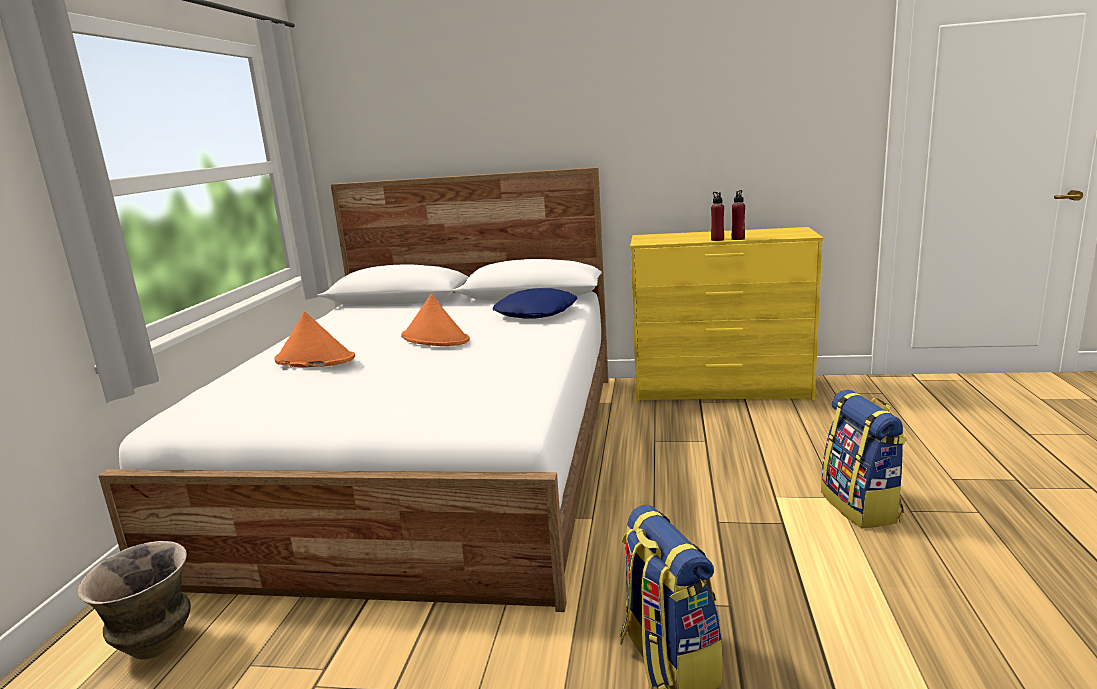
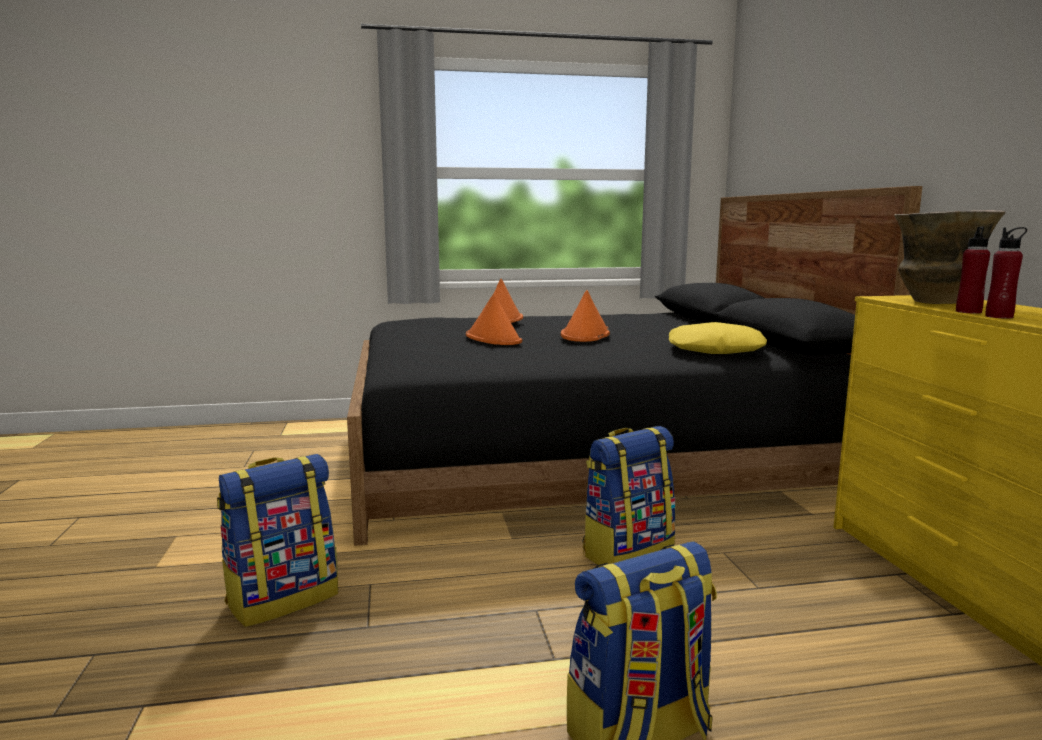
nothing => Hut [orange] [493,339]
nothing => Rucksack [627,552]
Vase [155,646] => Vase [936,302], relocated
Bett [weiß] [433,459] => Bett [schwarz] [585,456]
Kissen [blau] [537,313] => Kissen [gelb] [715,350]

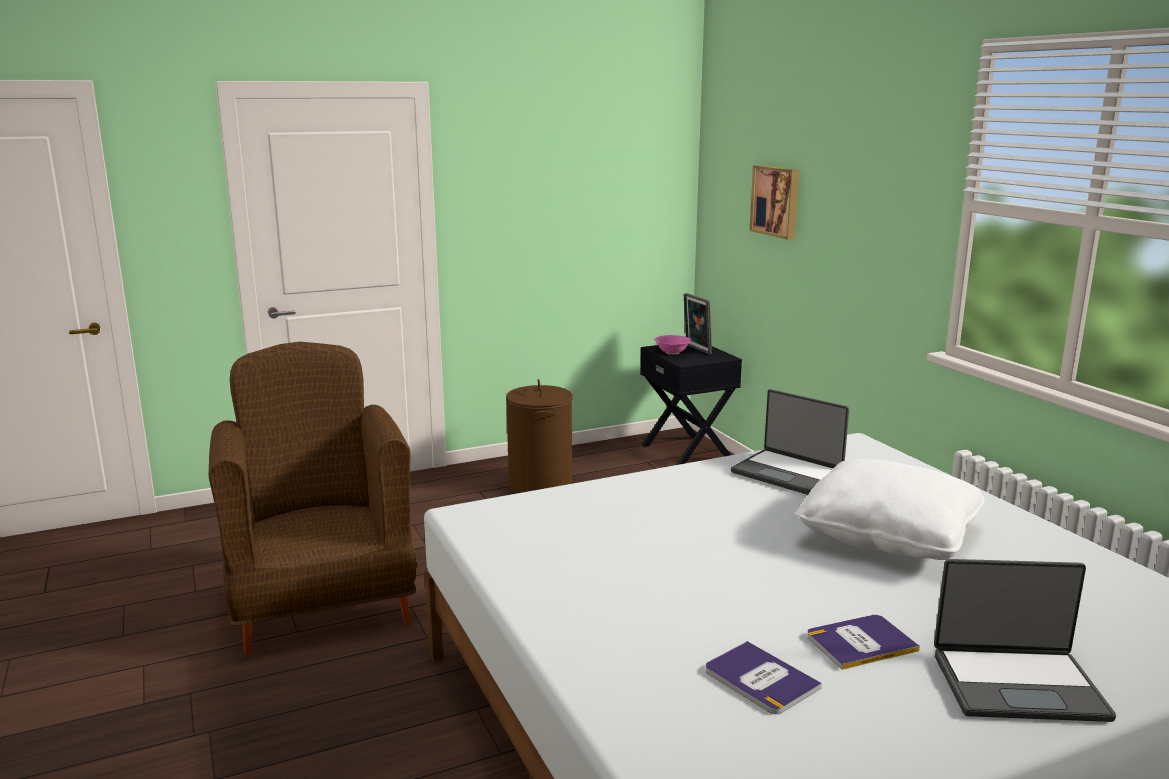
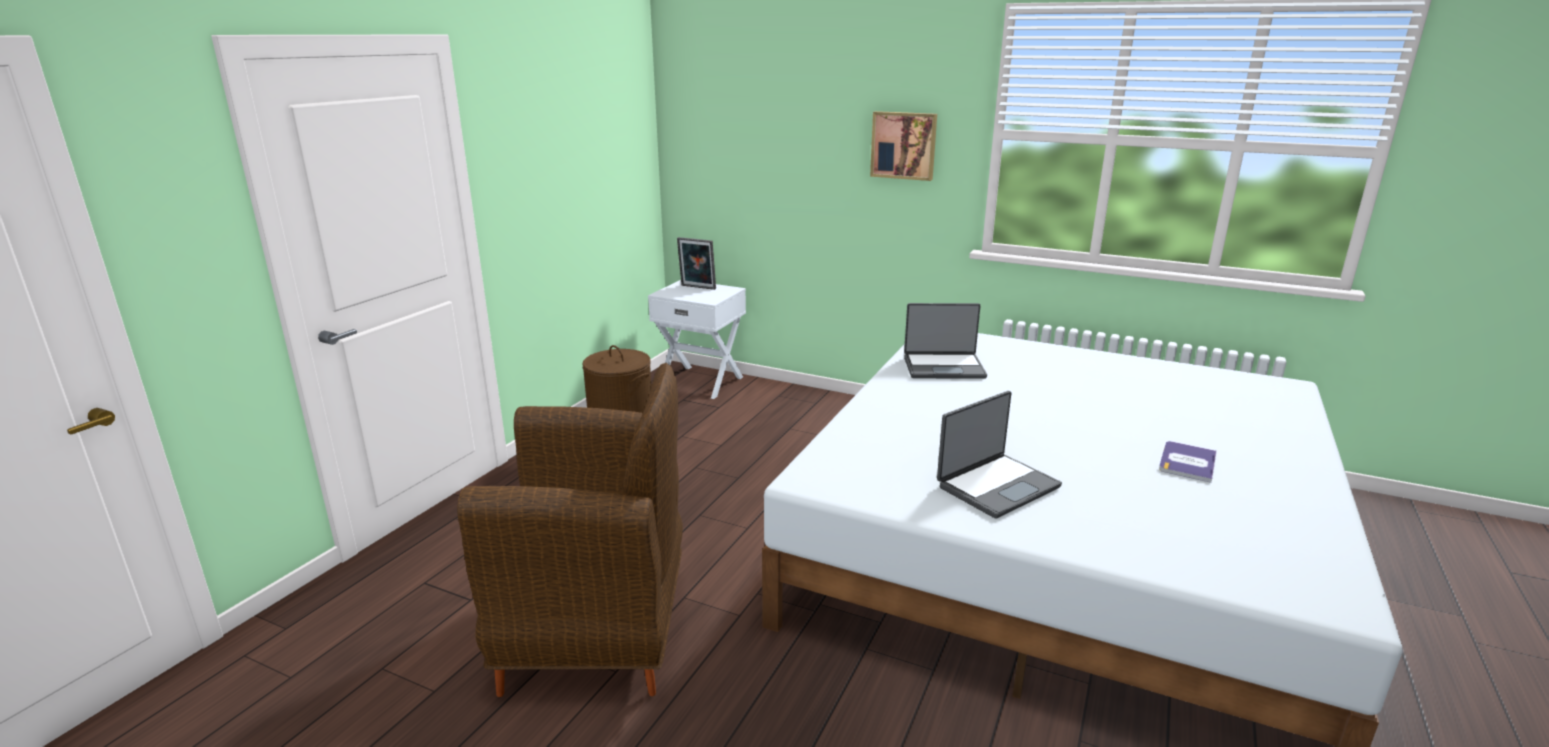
Schüssel [rosa] [672,352] => nothing
Buch [760,679] => nothing
Kissen [weiß] [888,535] => nothing
Bild [776,201] => Bild [904,145], relocated
Laptop [1017,684] => Laptop [996,486], relocated
Nachttisch [schwarz] [688,452] => Nachttisch [weiß] [701,381]
Sessel [braun] [323,604] => Sessel [braun] [599,634], 150 degrees clockwise

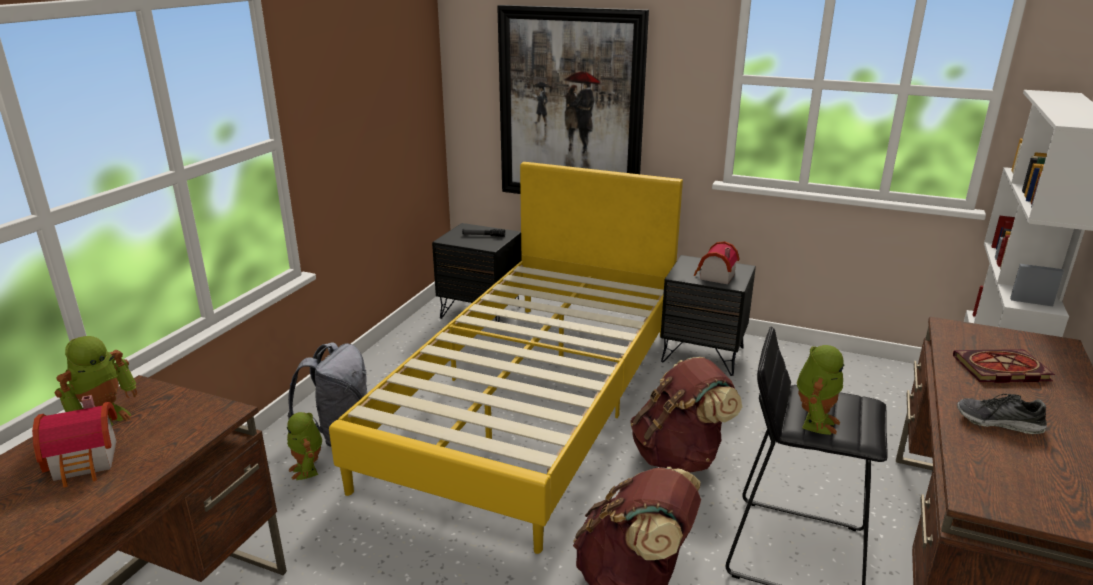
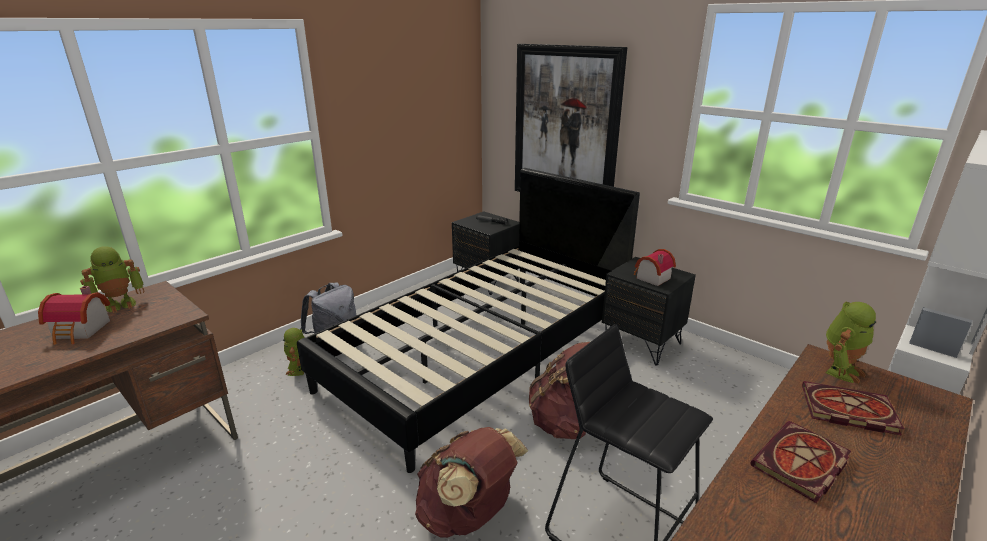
Spielzeugroboter [814,421] => Spielzeugroboter [839,370], relocated
Schuh [998,422] => Buch [801,464]
Bett [gelb] [533,400] => Bett [schwarz] [482,353]

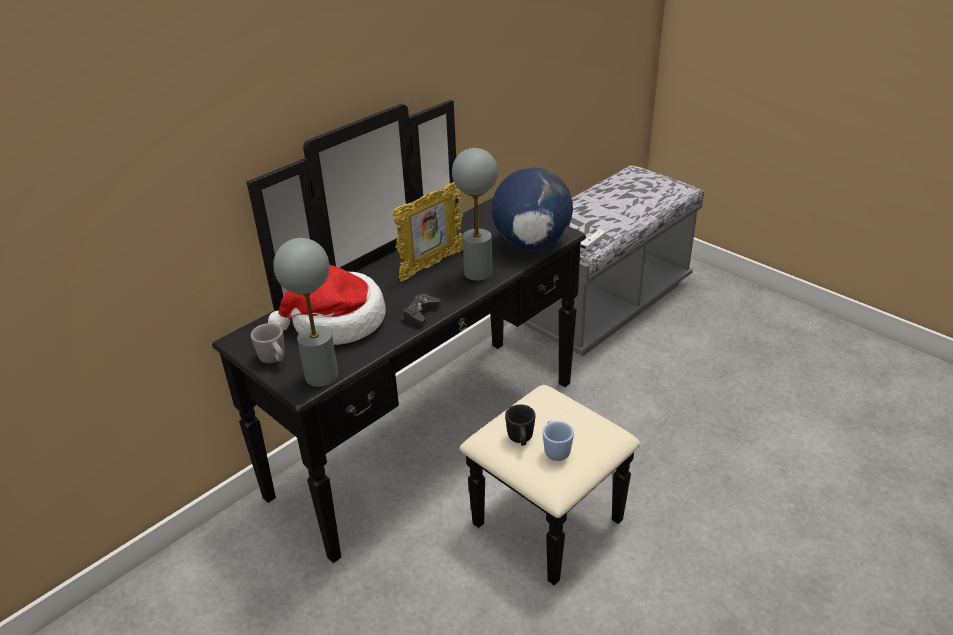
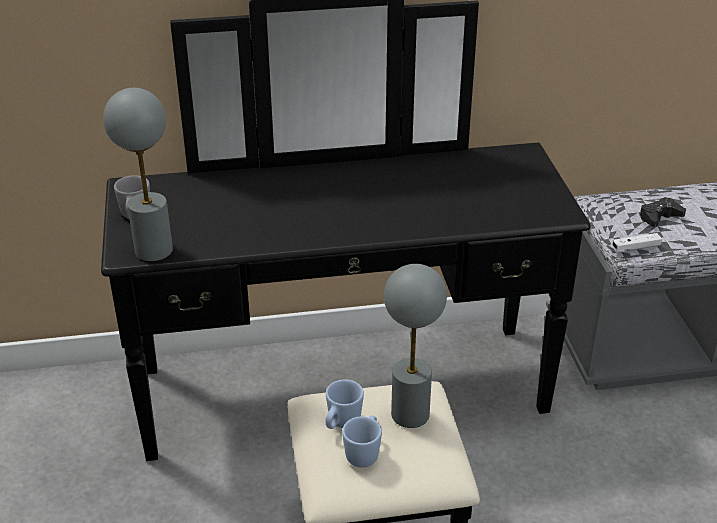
Hut [336,322] => nothing
Bilderrahmen [431,265] => nothing
Globus [531,243] => nothing
Gamepad [schwarz] [421,314] => Gamepad [schwarz] [659,217], relocated
Tischlampe [grau] [477,273] => Tischlampe [grau] [409,414], relocated
Henkelbecher [schwarz] [521,440] => Henkelbecher [blau] [341,423]

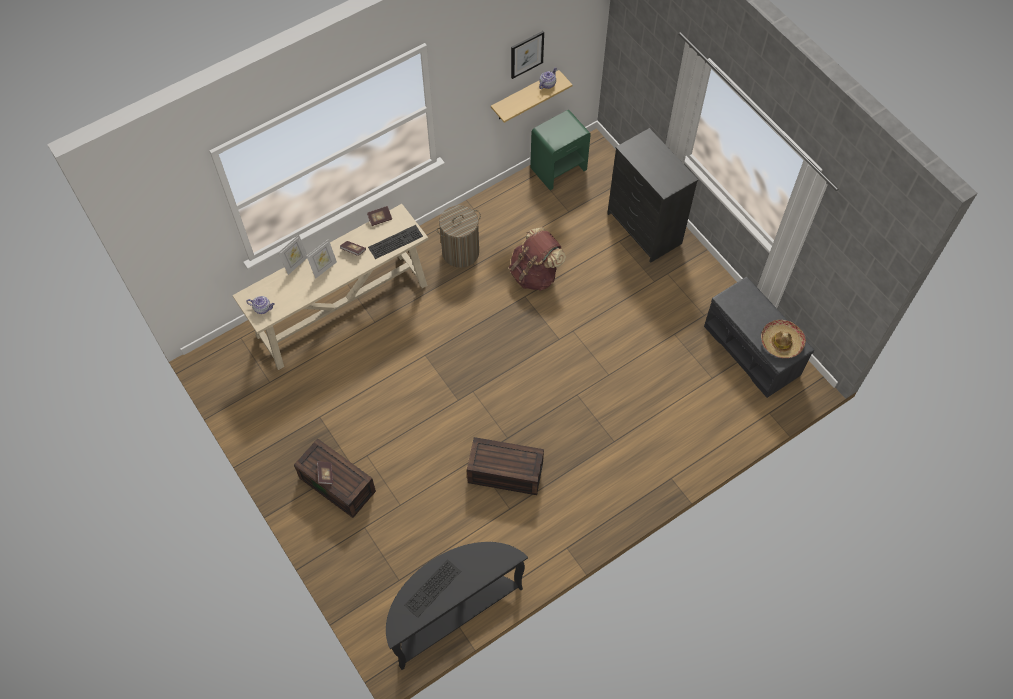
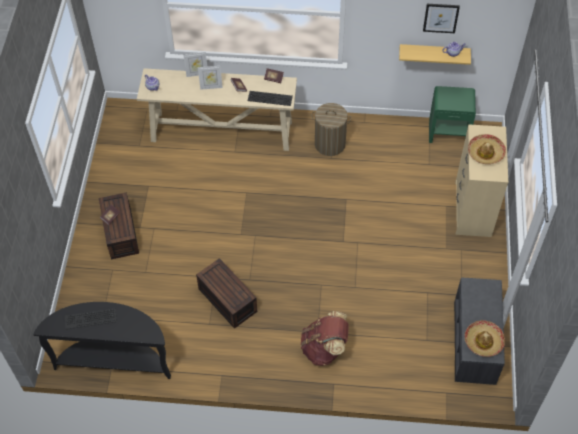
nothing => Hut [485,153]
Rucksack [braun] [535,274] => Rucksack [braun] [324,348], relocated
Kommode [schwarz] [643,229] => Kommode [beige] [472,209]

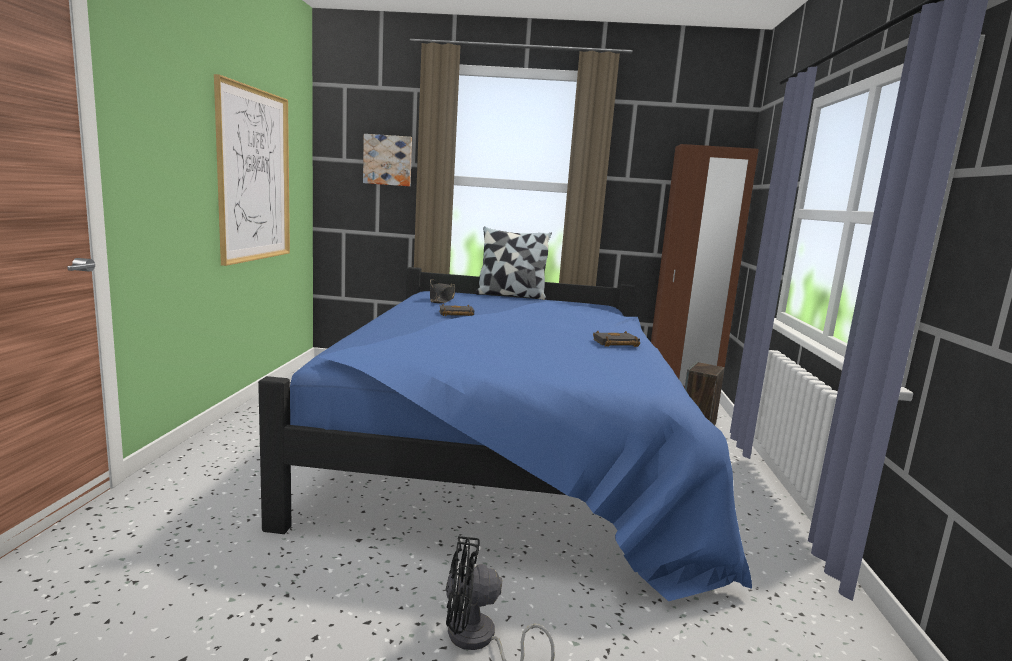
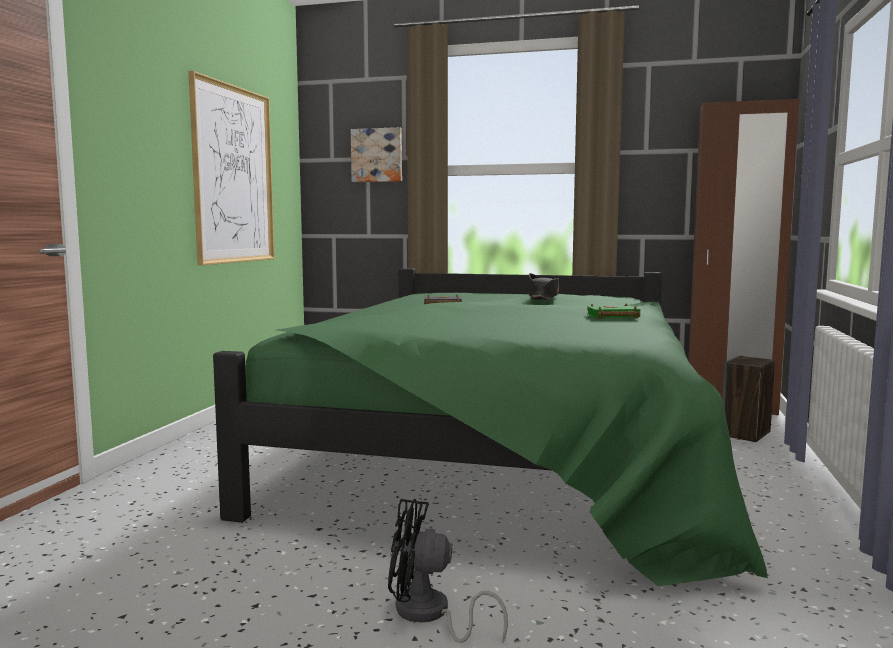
Kissen [511,295] => nothing
Hut [schwarz] [441,300] => Hut [schwarz] [543,297], relocated
Bett [blau] [508,449] => Bett [grün] [504,454]
Buch [schwarz] [615,343] => Buch [grün] [612,317]

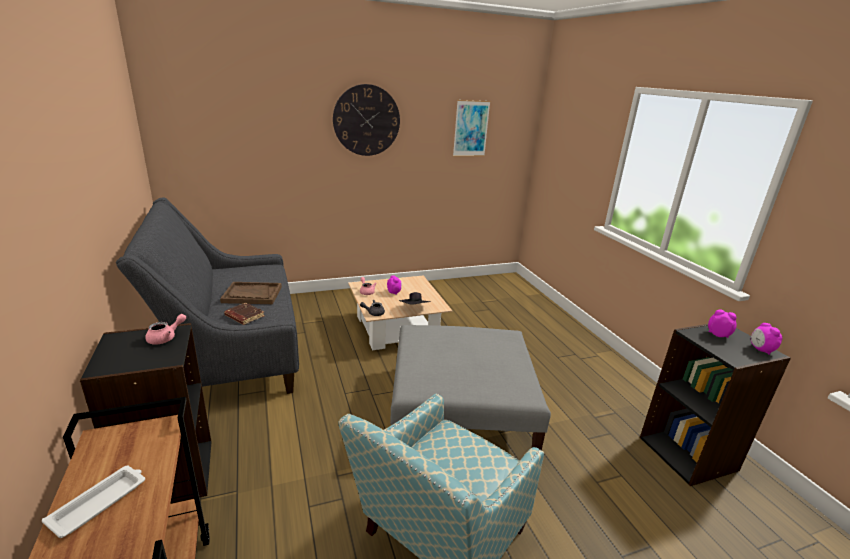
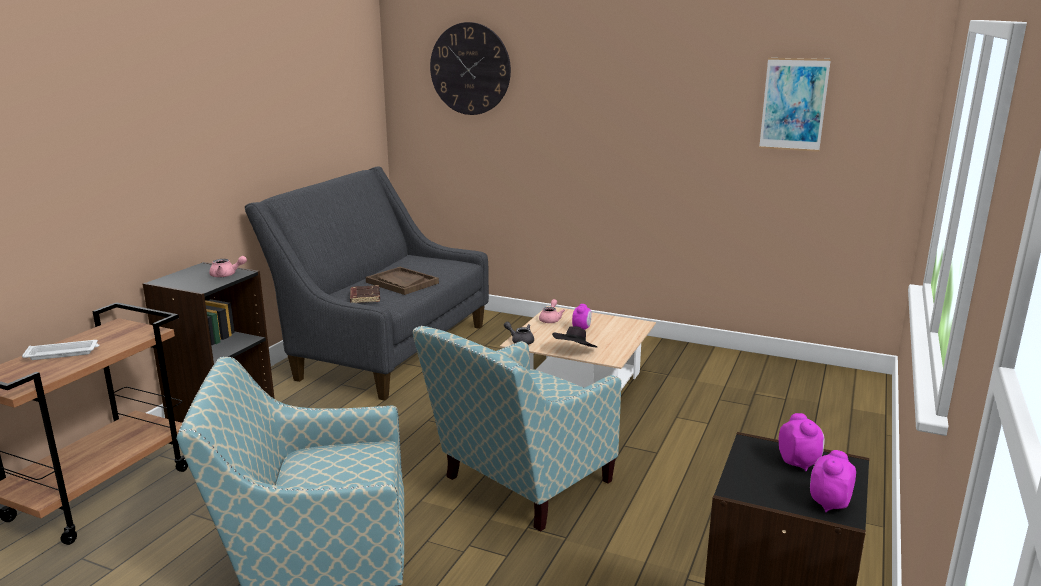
Wanduhr [366,120] => Wanduhr [470,69], relocated
Polsterhocker [grau] [460,410] => Sessel [518,486]

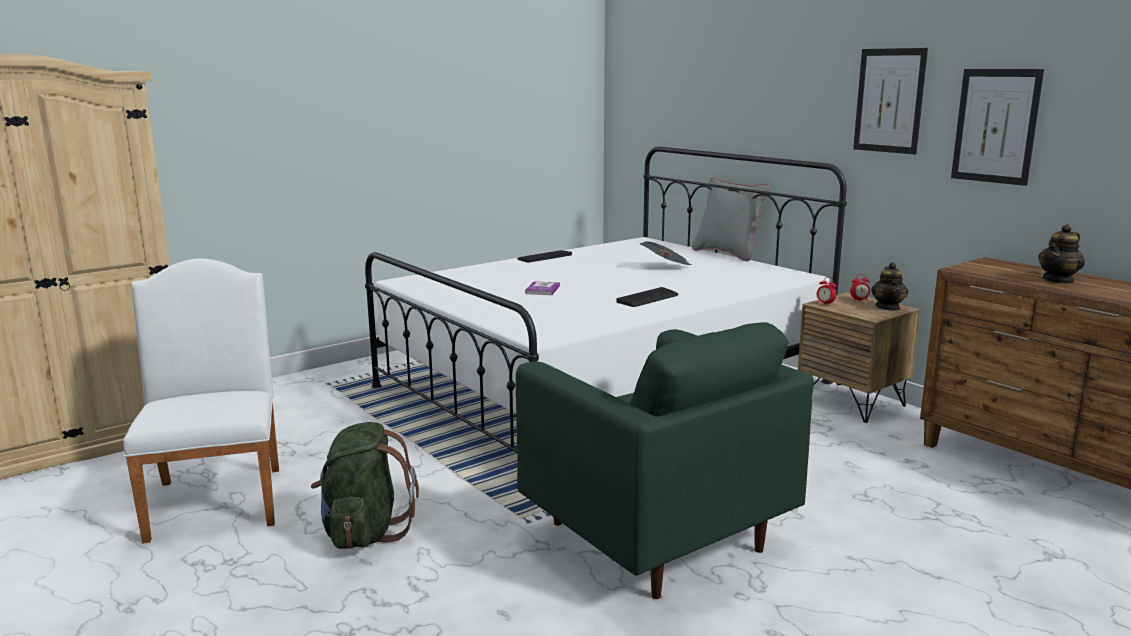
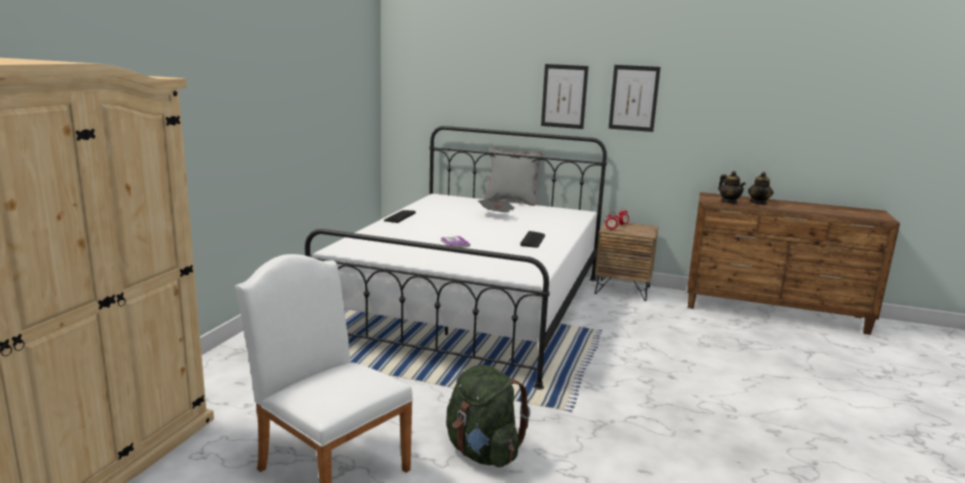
Sessel [grün] [656,538] => nothing
Teekanne [888,307] => Teekanne [729,202], relocated
Bild [995,126] => Bild [564,96], relocated

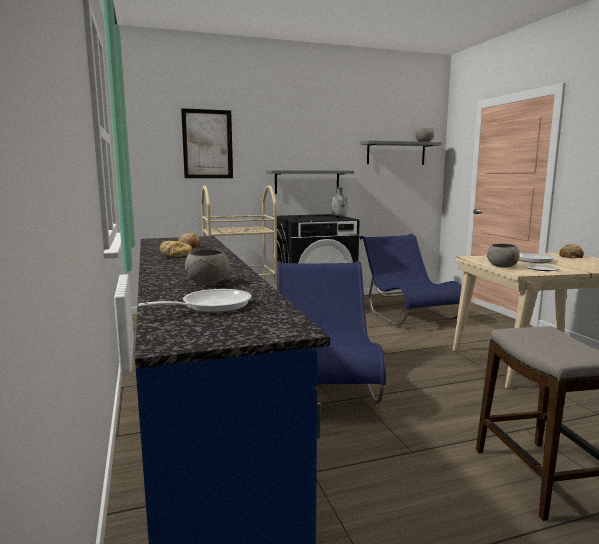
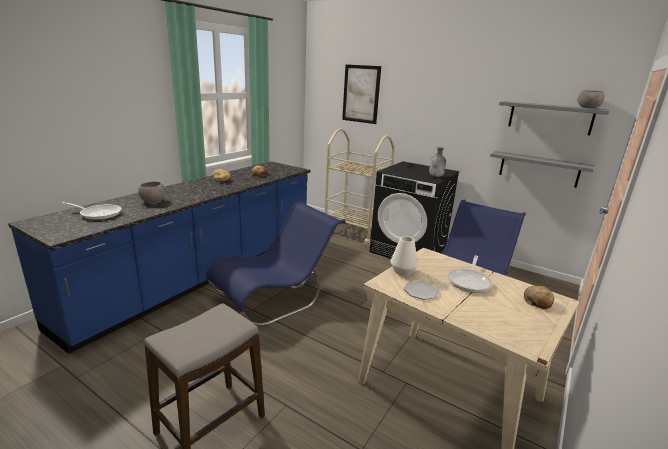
Wandregal [grau] [307,182] => Wandregal [grau] [538,169], relocated
Schüssel [grau] [501,266] => Vase [weiß] [403,271]

